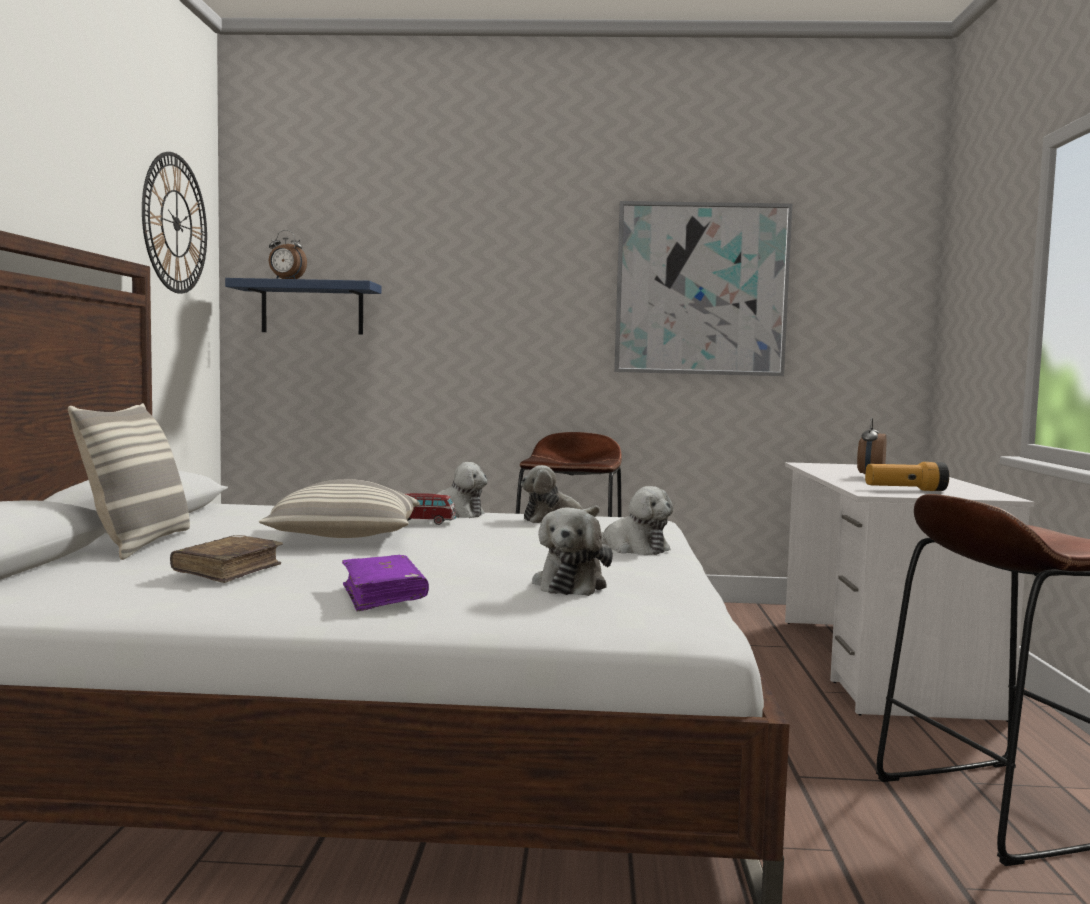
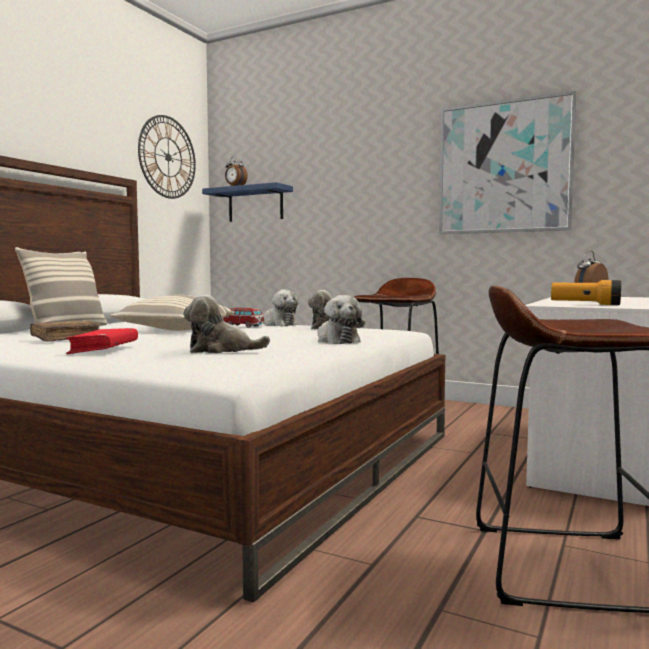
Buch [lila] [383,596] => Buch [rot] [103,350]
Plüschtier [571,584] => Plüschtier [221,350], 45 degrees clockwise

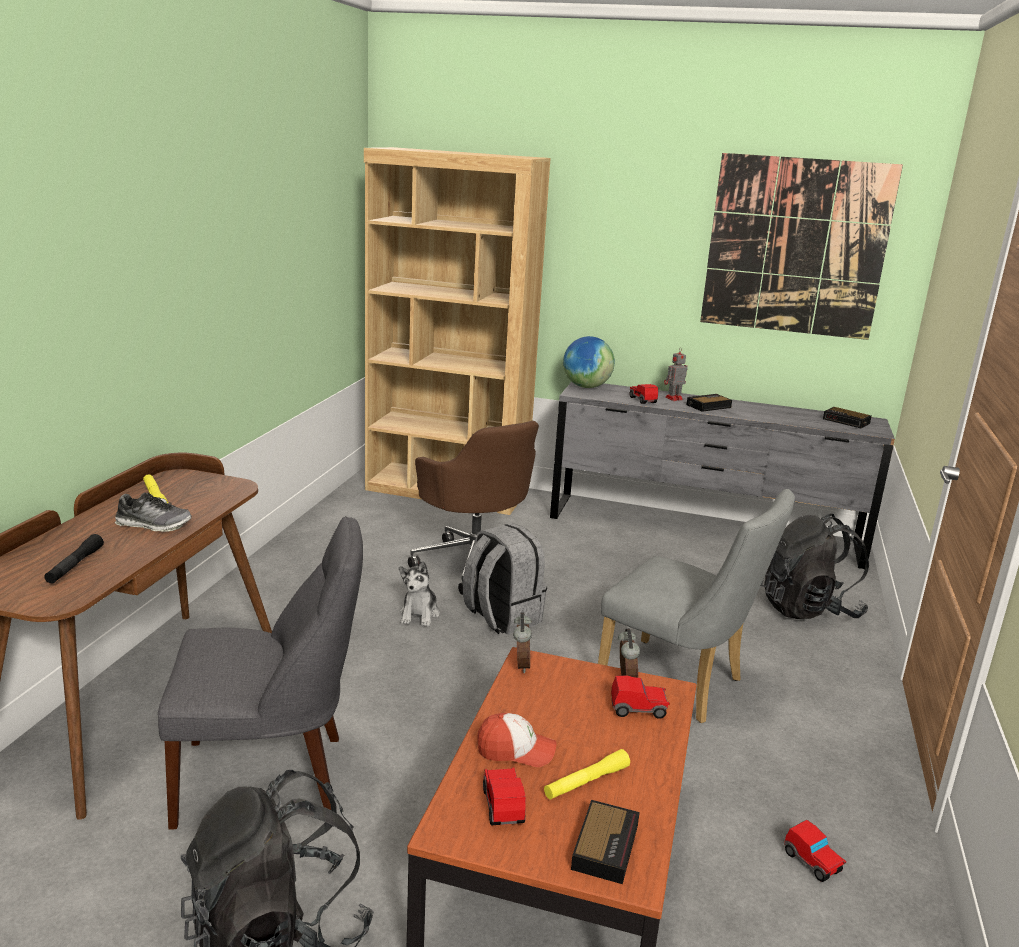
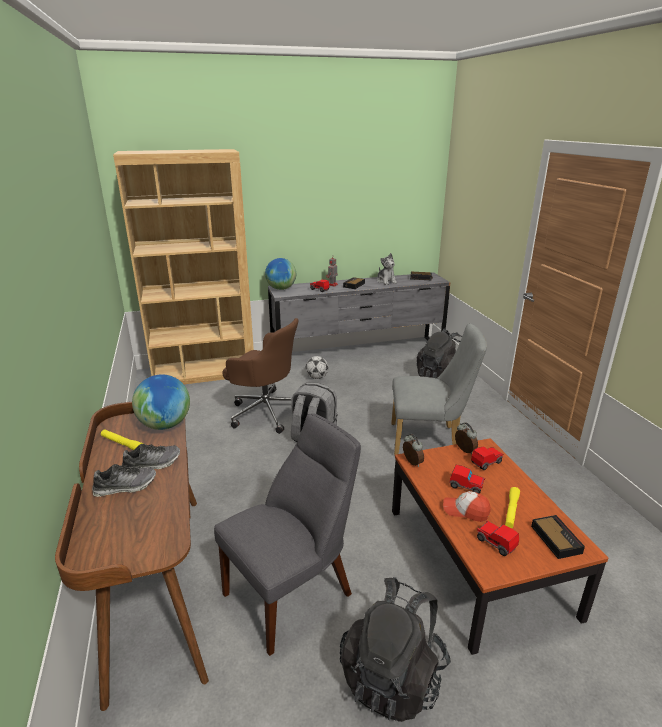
Taschenlampe [schwarz] [75,565] => nothing
Bild [796,247] => nothing
nothing => Schuh [125,486]
nothing => Globus [165,425]
nothing => Fußball [317,377]
Plüschtier [419,614] => Plüschtier [386,281], relocated
Spielzeugauto [812,862] => Spielzeugauto [466,486], relocated
Kappe [516,751] => Kappe [465,511], 135 degrees counterclockwise

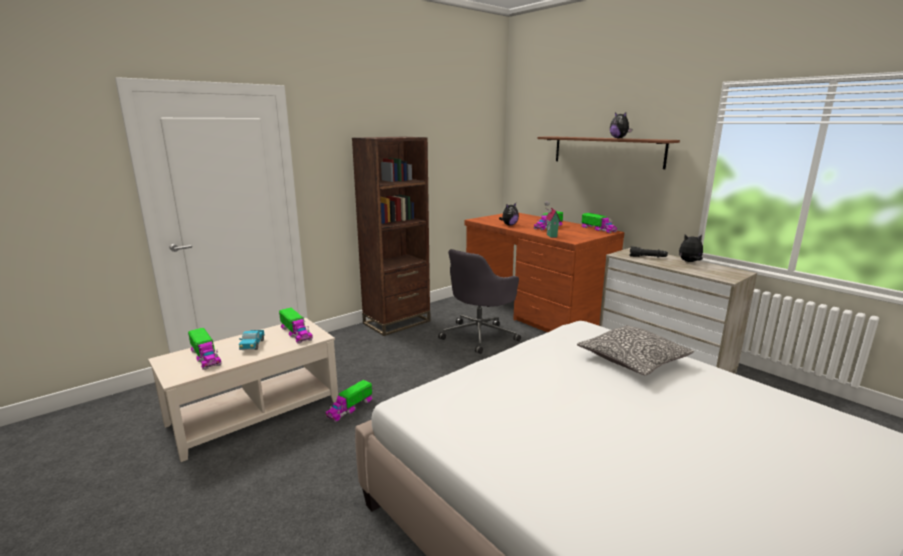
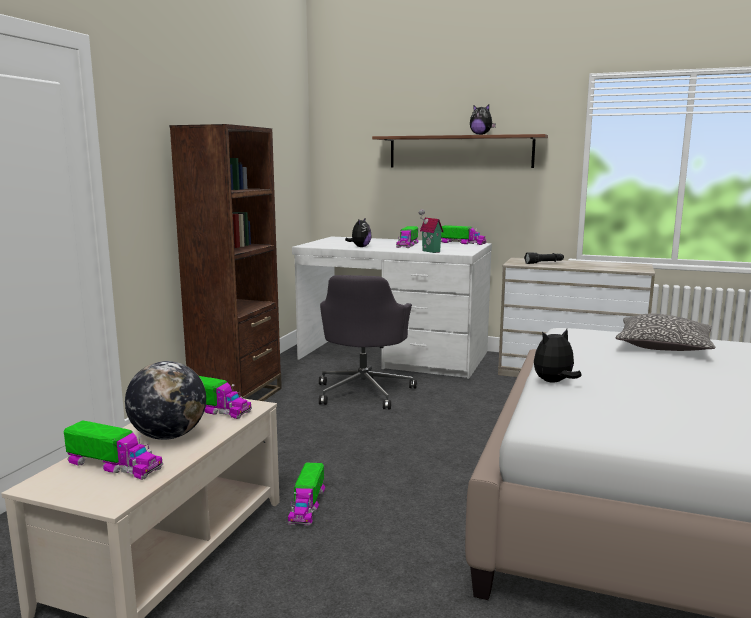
Plüschtier [689,262] => Plüschtier [554,382], relocated
Spielzeuglaster [252,345] => Globus [168,436]
Schreibtisch [braun] [535,311] => Schreibtisch [weiß] [394,356]

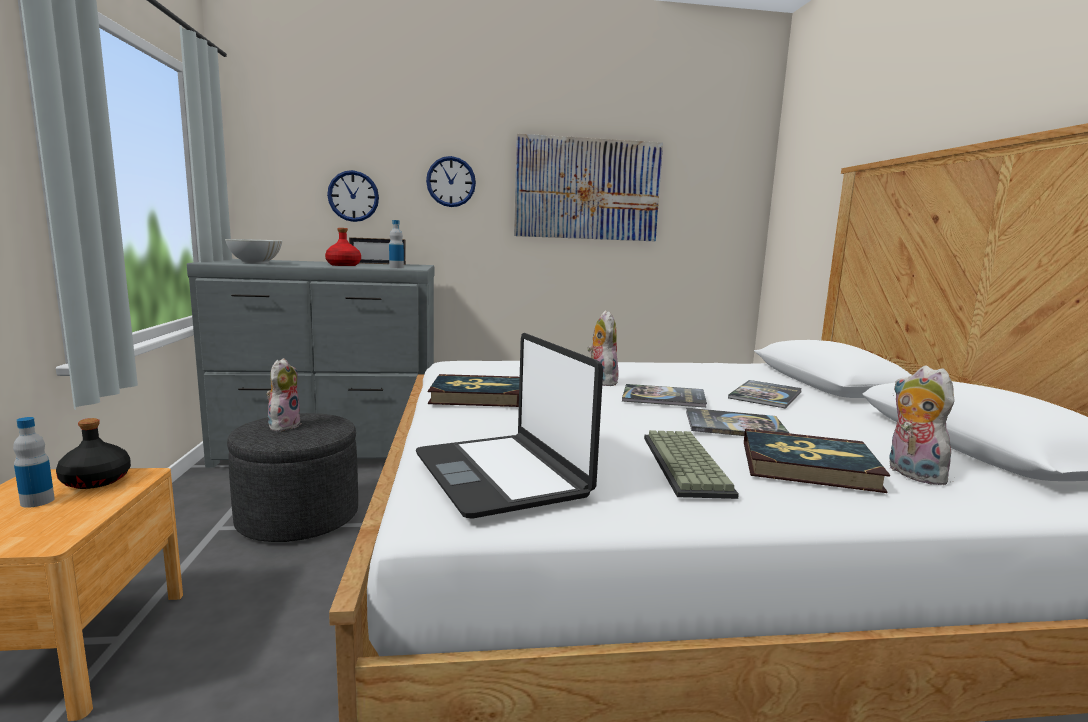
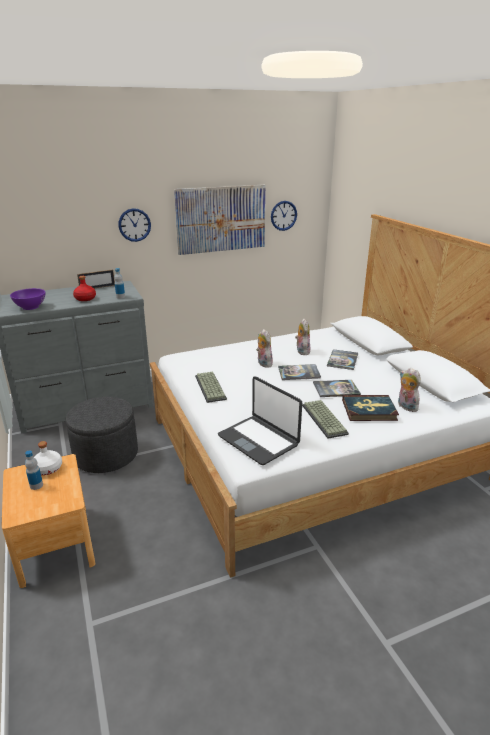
Plüschtier [283,425] => Plüschtier [302,351], relocated
Wanduhr [353,196] => Wanduhr [283,215], relocated
Buch [476,395] => Tastatur [211,387]
Flasche [schwarz] [95,481] => Flasche [weiß] [48,469]
Schüssel [weiß] [255,263] => Schüssel [lila] [30,307]

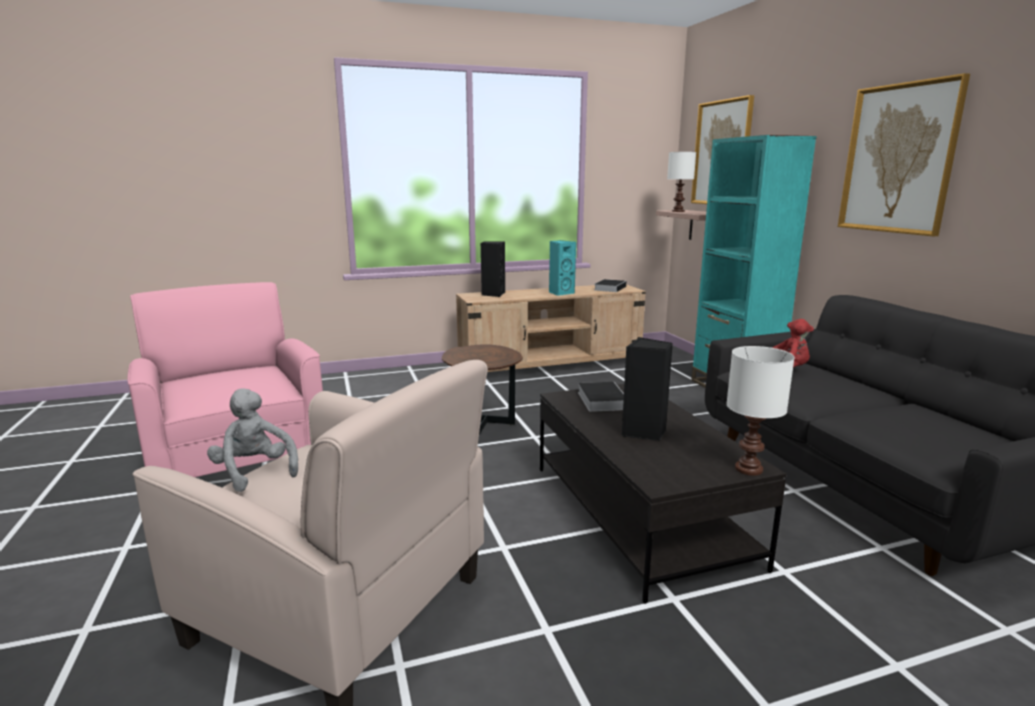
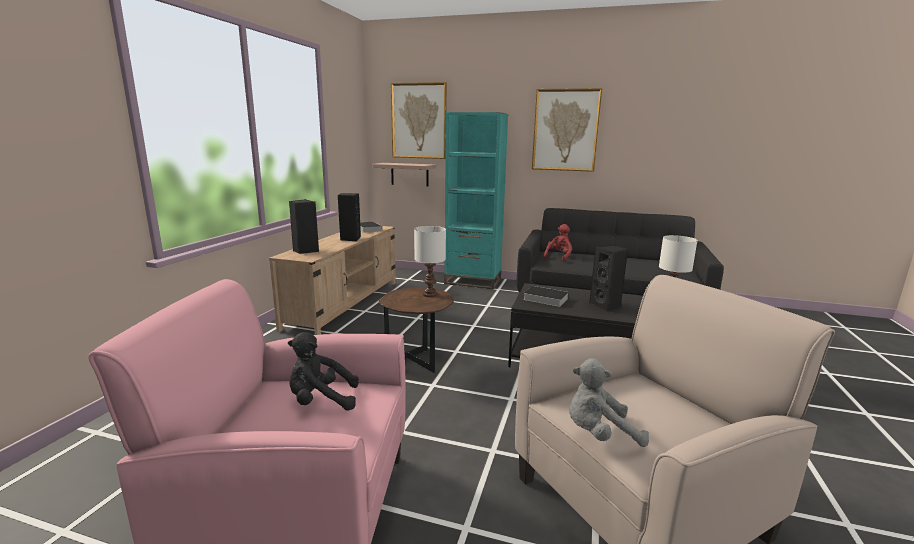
nothing => Plüschtier [schwarz] [321,401]
Tischlampe [weiß] [677,211] => Tischlampe [weiß] [429,294], relocated
Lautsprecher [türkis] [560,293] => Lautsprecher [schwarz] [350,239]

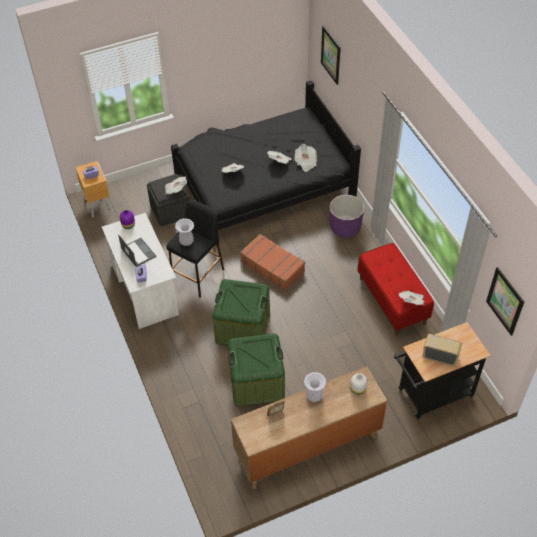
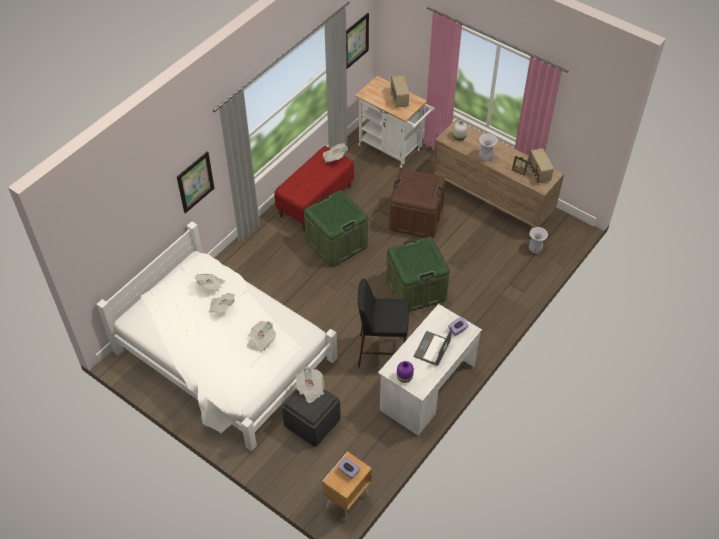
Koffer [braun] [272,266] => nothing
Pflanzkübel [lila] [345,227] => nothing
nothing => Aufbewahrungsbox [braun] [416,218]
nothing => Radio [538,173]
Vase [weiß] [186,241] => Vase [weiß] [535,249], relocated
Aufbewahrungsbox [grün] [256,383] => Aufbewahrungsbox [grün] [336,243], relocated
Bild [331,55] => Bild [195,182], relocated
Bett [schwarz] [262,184] => Bett [weiß] [225,356]
Rollwagen [schwarz] [431,395] => Rollwagen [weiß] [393,149]

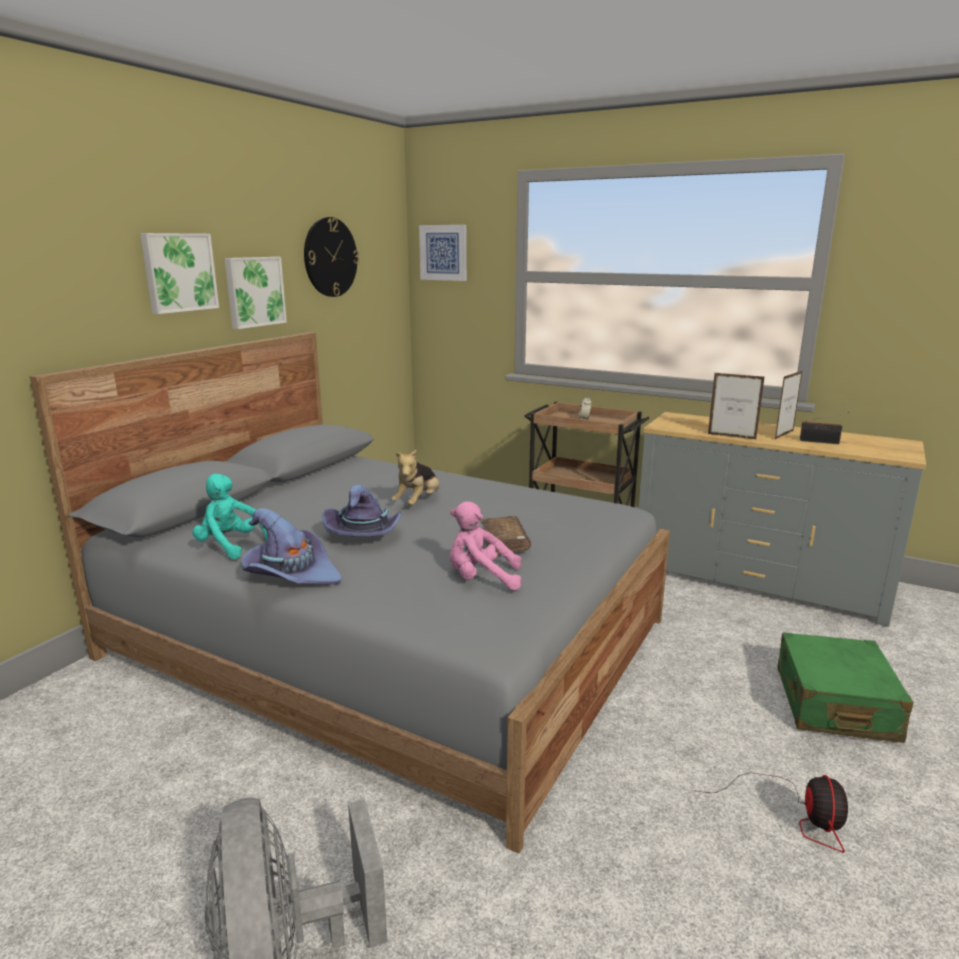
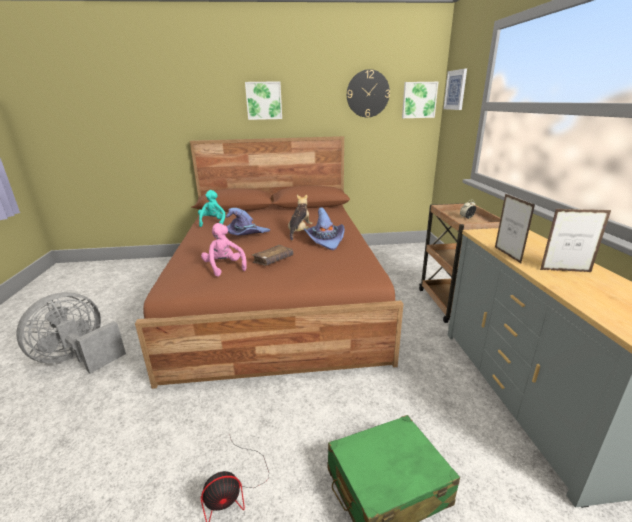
Radio [821,442] => nothing
Bild [254,291] => Bild [419,100], relocated
Hut [lila] [291,574] => Hut [lila] [325,241], relocated
Bett [grau] [387,637] => Bett [braun] [277,295]
Plüschtier [418,502] => Plüschtier [299,232], 120 degrees clockwise

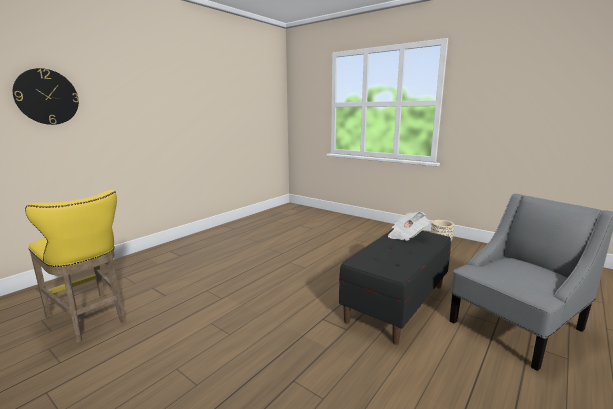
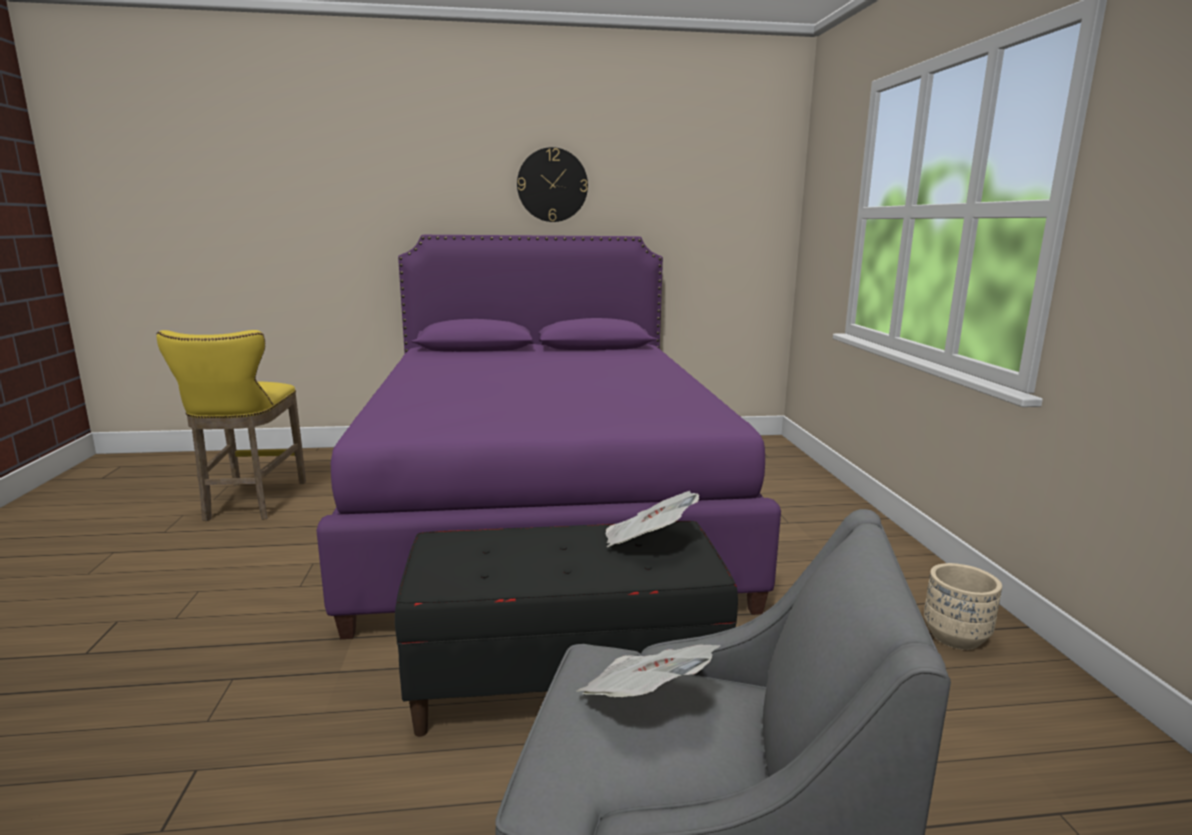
nothing => Bett [lila] [543,509]
nothing => Zeitung [645,700]
Wanduhr [47,97] => Wanduhr [552,185], relocated

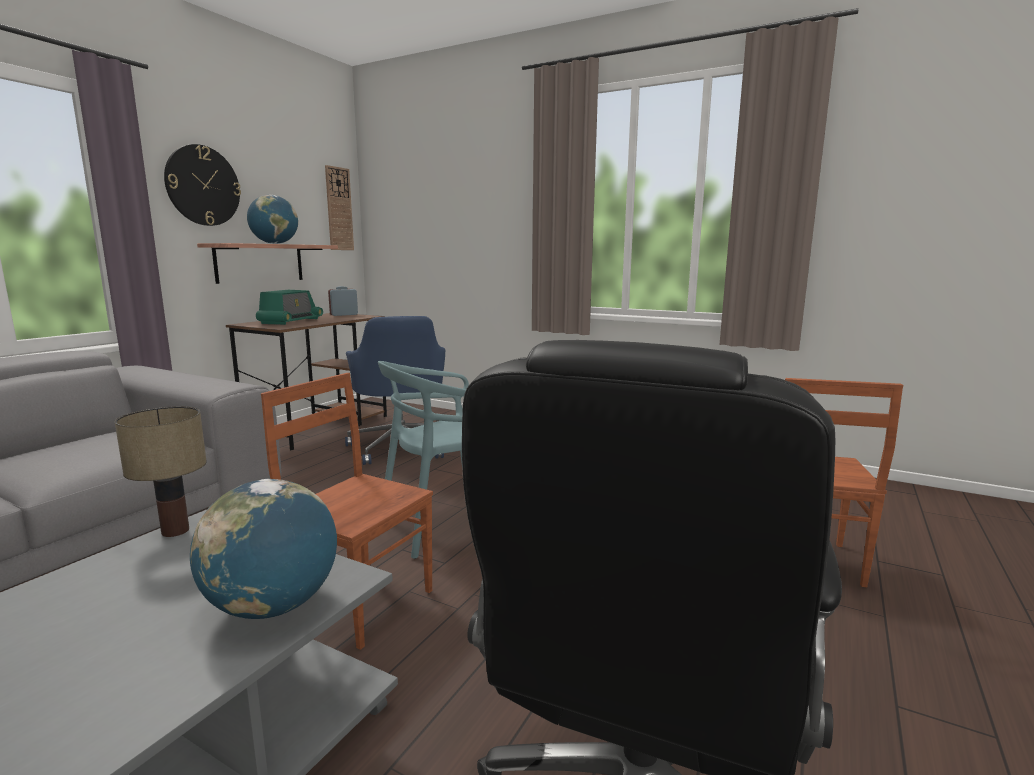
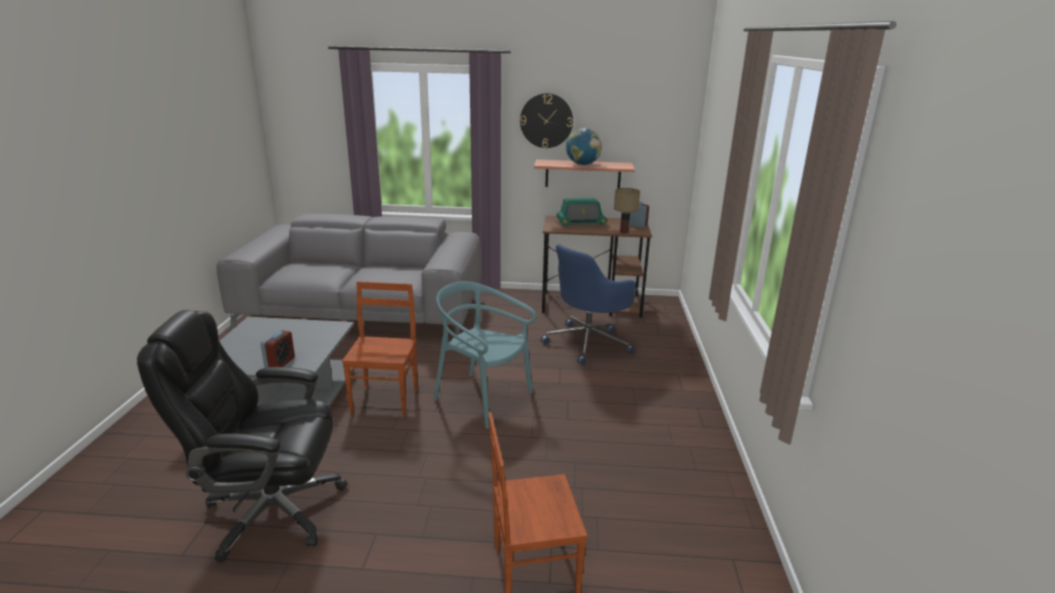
Wanduhr [339,209] => nothing
Tischlampe [177,531] => Tischlampe [624,232], relocated
Globus [273,606] => Wecker [280,363]

